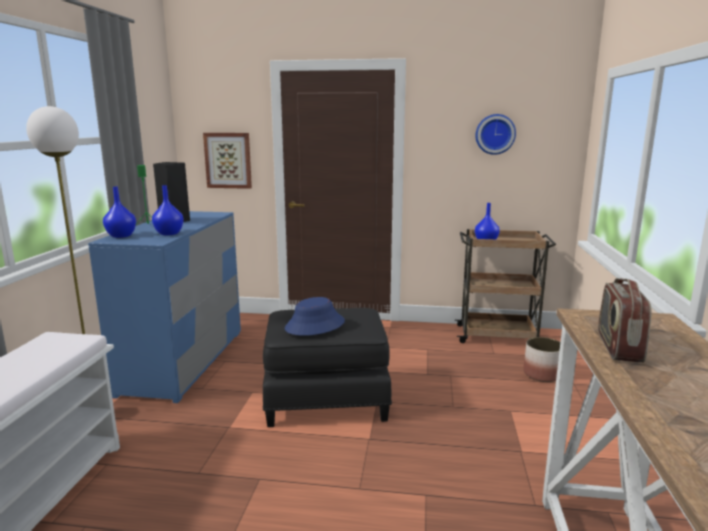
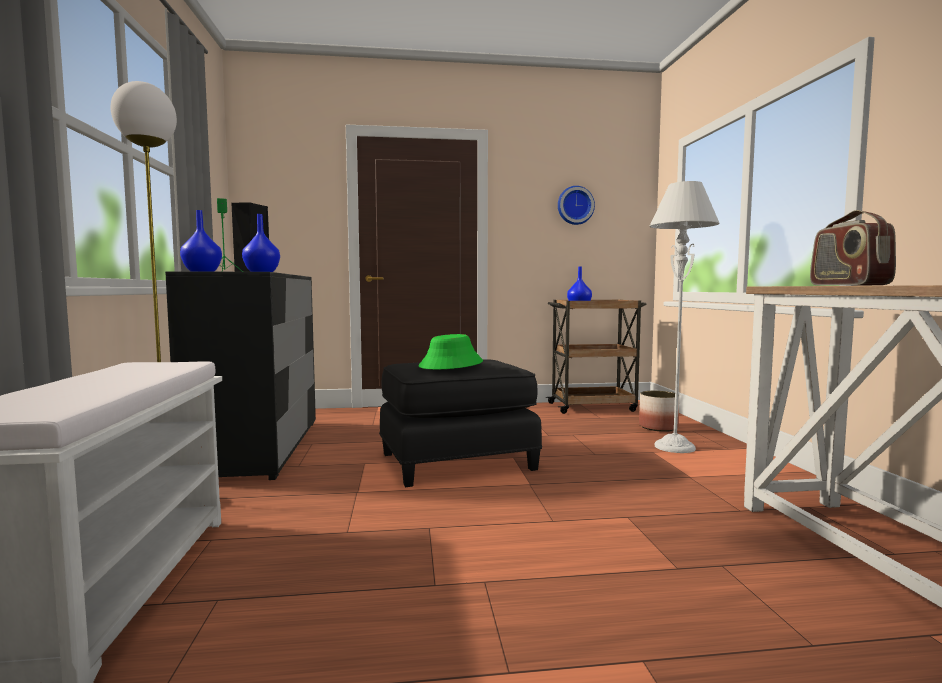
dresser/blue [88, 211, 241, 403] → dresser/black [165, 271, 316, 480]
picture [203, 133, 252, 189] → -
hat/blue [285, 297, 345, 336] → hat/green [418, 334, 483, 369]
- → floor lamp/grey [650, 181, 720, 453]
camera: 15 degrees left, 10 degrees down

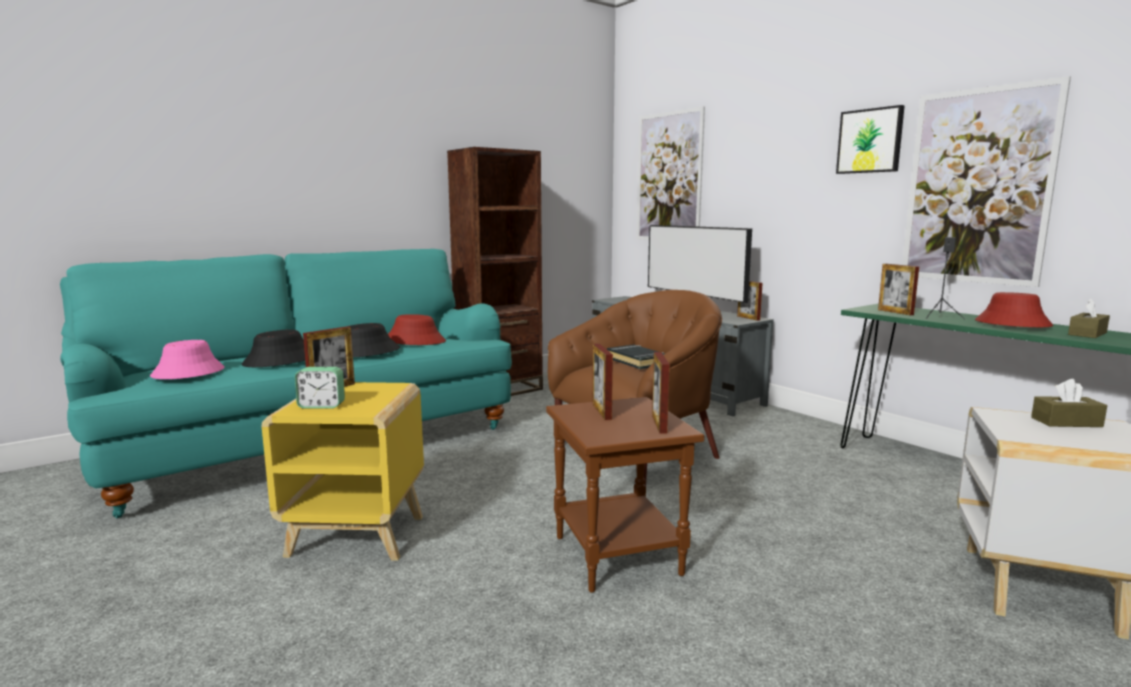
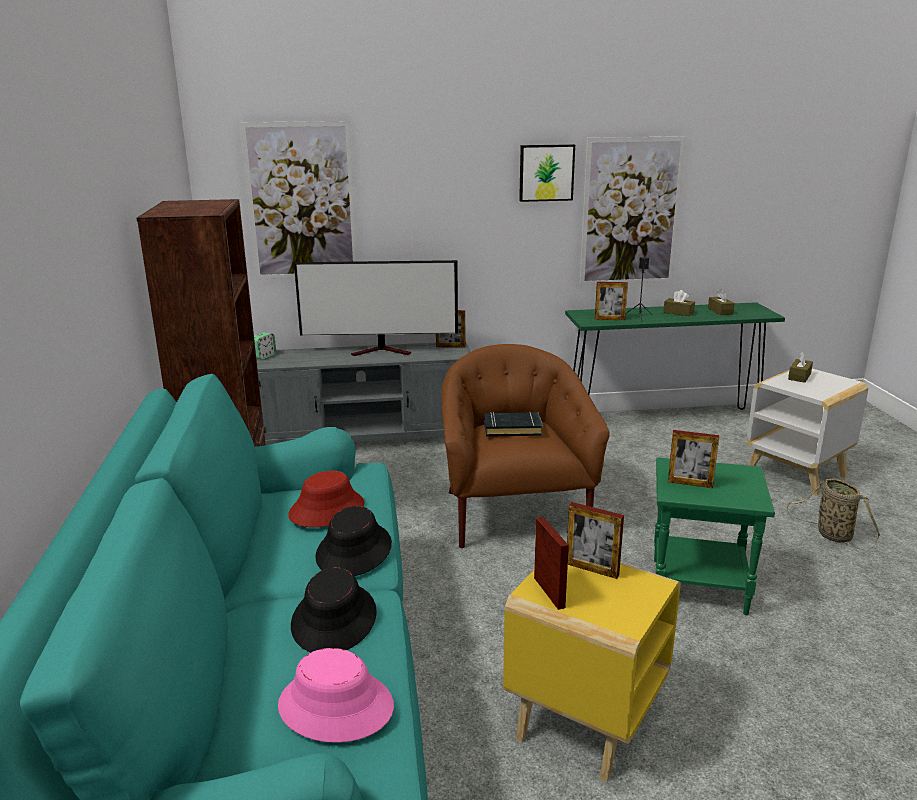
alarm clock [295, 367, 345, 409] → alarm clock [254, 332, 276, 360], move
side table/brown [546, 397, 704, 593] → side table/green [654, 457, 775, 615]
picture frame [652, 352, 670, 434] → picture frame [567, 502, 624, 579], move
hat/red [975, 292, 1053, 327] → tissue box/brown [663, 290, 695, 316]
- → basket [787, 478, 880, 551]
camera: 60 degrees left, 10 degrees up

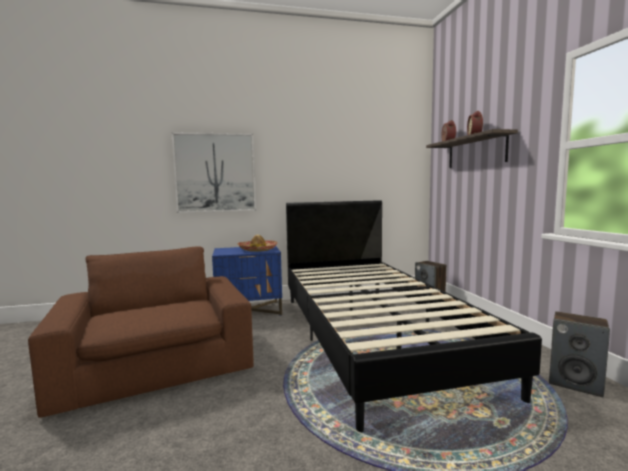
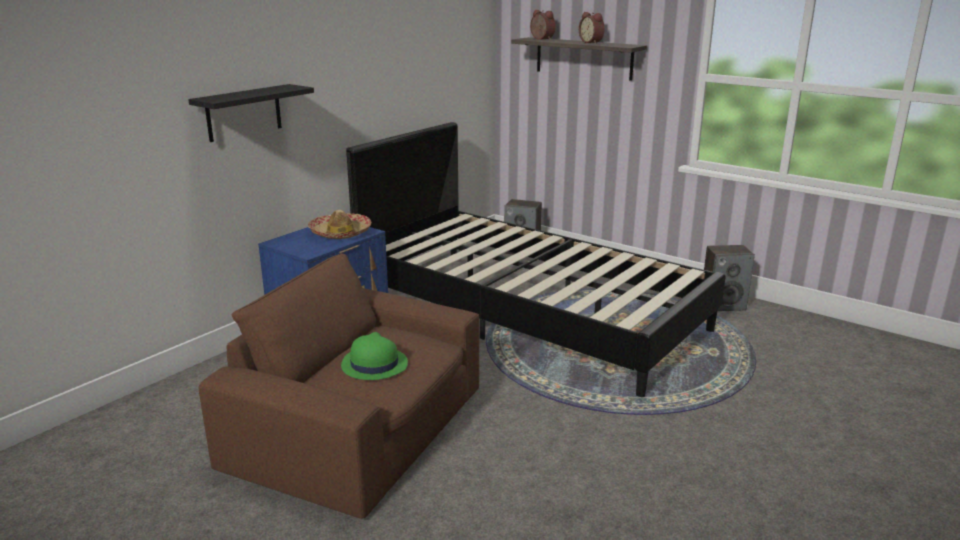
picture [171, 132, 256, 213] → shelf/black [188, 84, 314, 142]
- → hat/green [341, 332, 408, 380]
camera: 40 degrees left, 15 degrees up

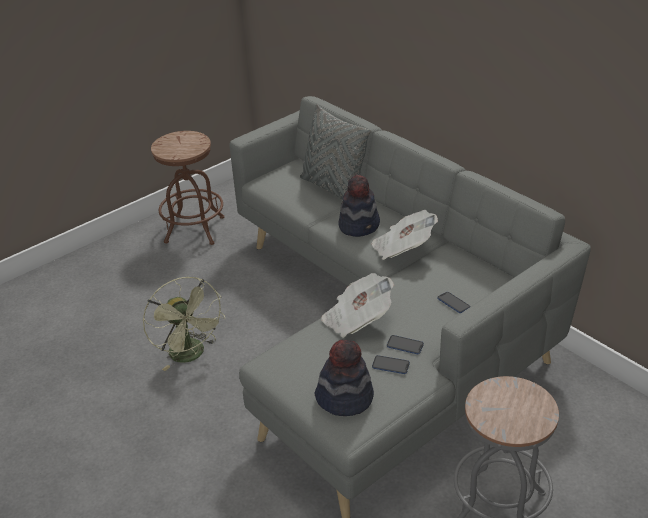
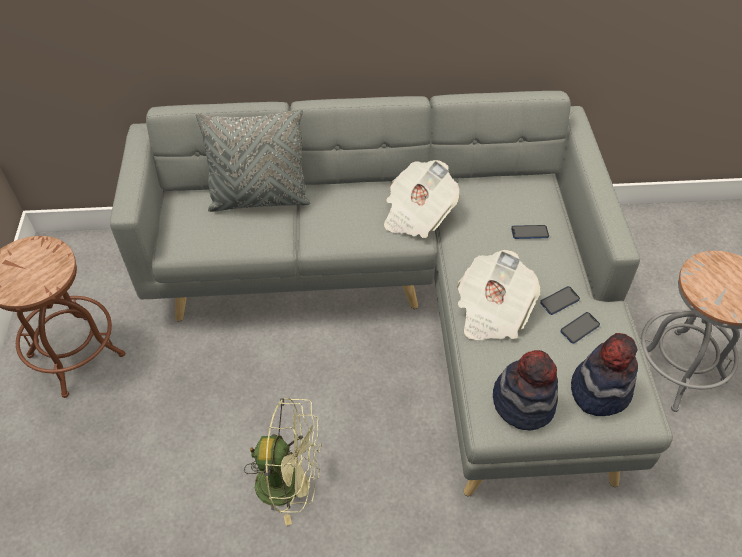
hat [338, 175, 380, 237] → hat [493, 350, 558, 431], move
camera: 55 degrees left, 15 degrees up

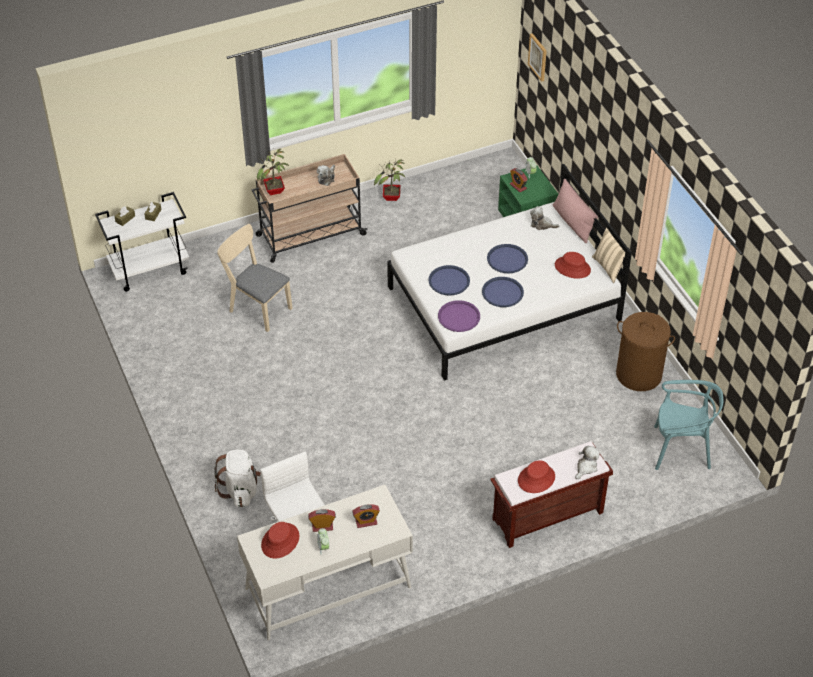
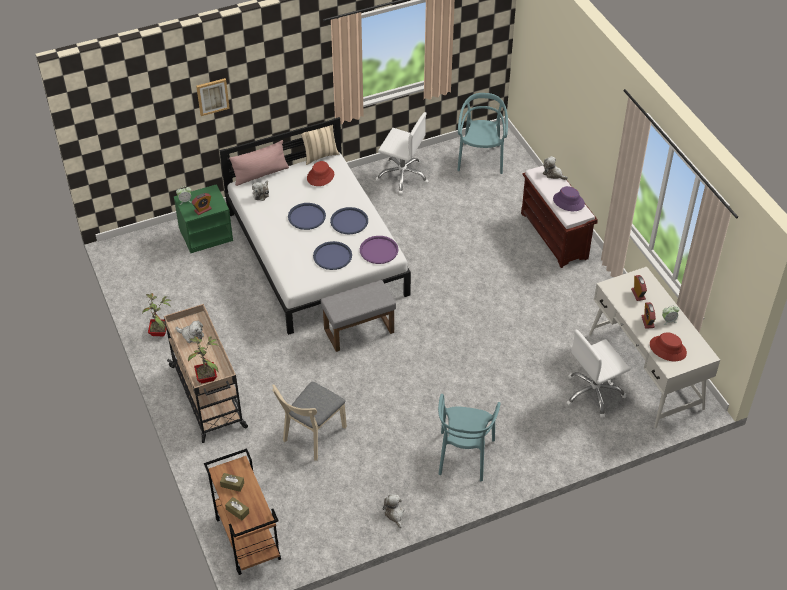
cart/white [95, 192, 189, 292] → cart/brown [204, 448, 281, 575]
backpack/white [214, 450, 261, 507] → -
hat/red [518, 460, 555, 493] → hat/purple [553, 186, 585, 211]
picture [528, 33, 547, 82] → picture [196, 78, 230, 116], move
laundry basket/brown [616, 312, 675, 391] → office chair/white [376, 112, 428, 194]
- → ottoman/grey [321, 280, 396, 352]
- → plush toy [383, 494, 404, 528]
- → chair/turquoise [438, 394, 501, 481]
camera: 90 degrees left, 0 degrees up

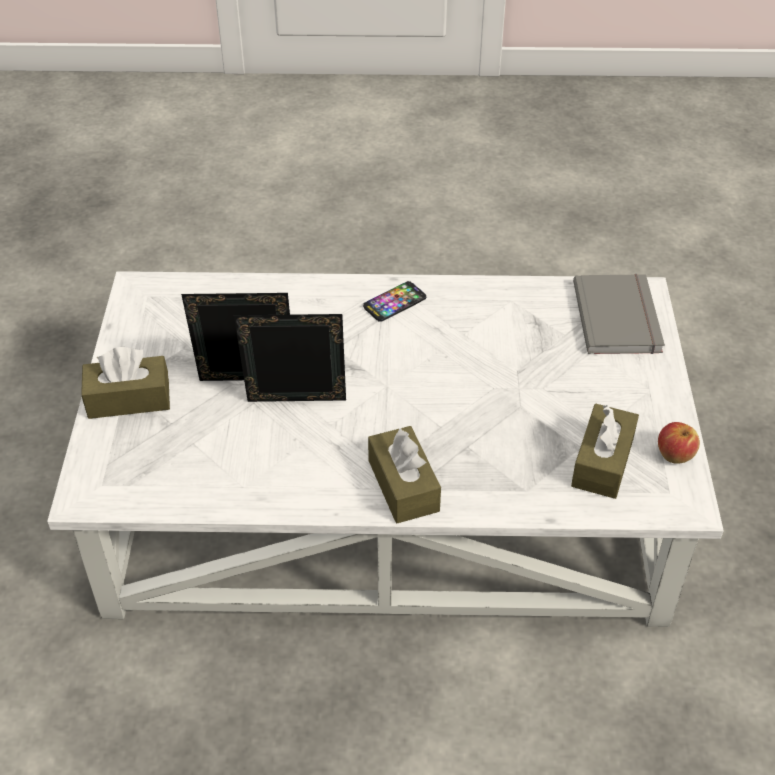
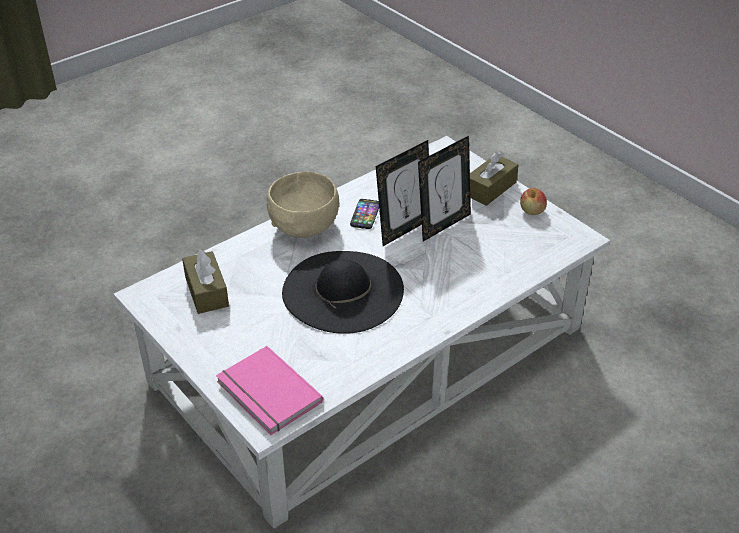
phone [363, 281, 426, 322] → phone [350, 199, 379, 229], move
tissue box/brown [368, 426, 441, 523] → bowl/beige [267, 171, 339, 238]
book/grey [573, 274, 665, 354] → book/pink [216, 346, 323, 435]
apple [658, 422, 700, 464] → apple [520, 188, 547, 215], move
- → hat/black [282, 251, 404, 334]
camera: 140 degrees right, 5 degrees down

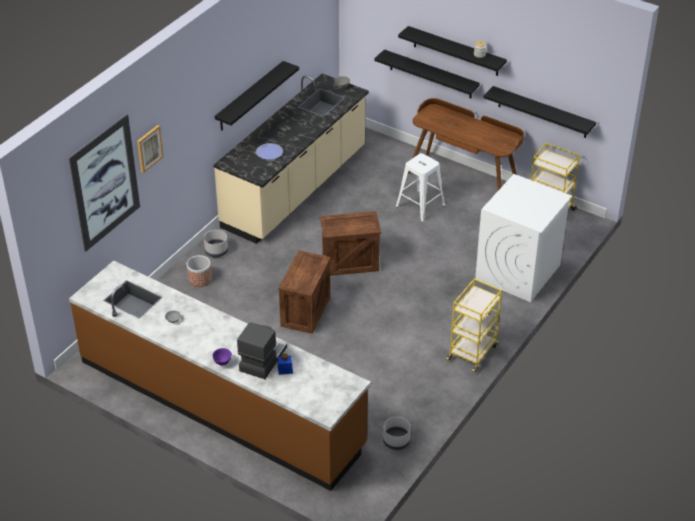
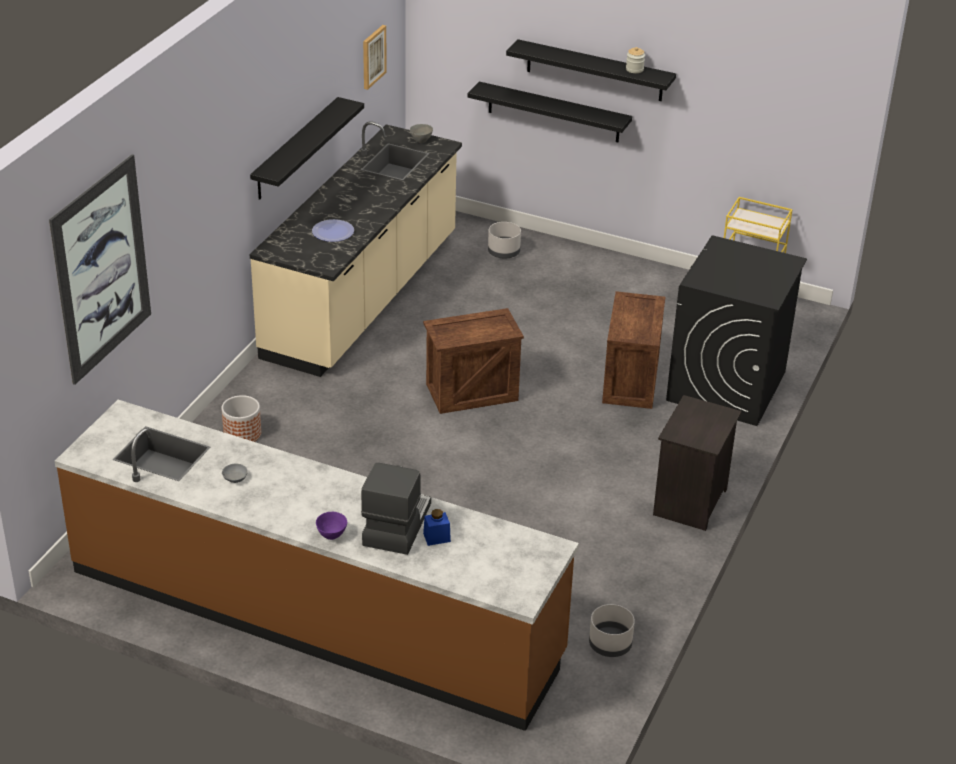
picture [137, 125, 163, 173] → picture [363, 25, 387, 90], move
planter/grey [204, 230, 228, 257] → planter/grey [488, 222, 521, 259], move
crate [278, 250, 331, 334] → crate [602, 291, 665, 409], move
stool/white [395, 153, 446, 222] → -
desk/brown [408, 98, 524, 190] → -
cart/yellow [446, 278, 502, 372] → nightstand/black [653, 395, 741, 531]
washing machine/white [475, 174, 572, 302] → washing machine/black [666, 235, 807, 426]
shelf/black [484, 86, 596, 138] → -
camera: 10 degrees left, 5 degrees down

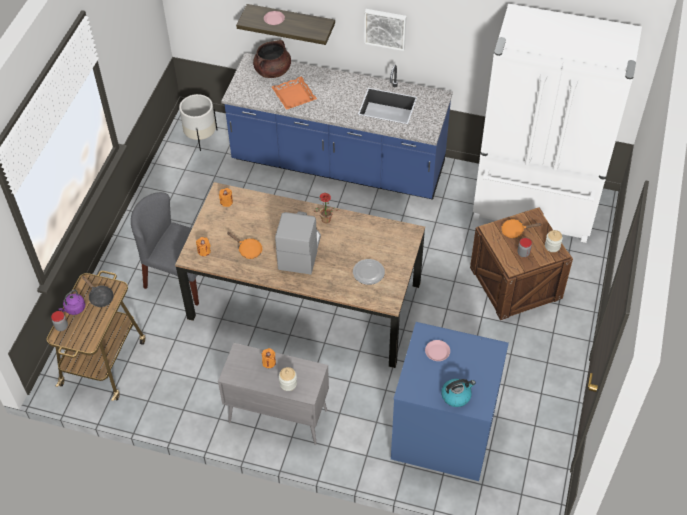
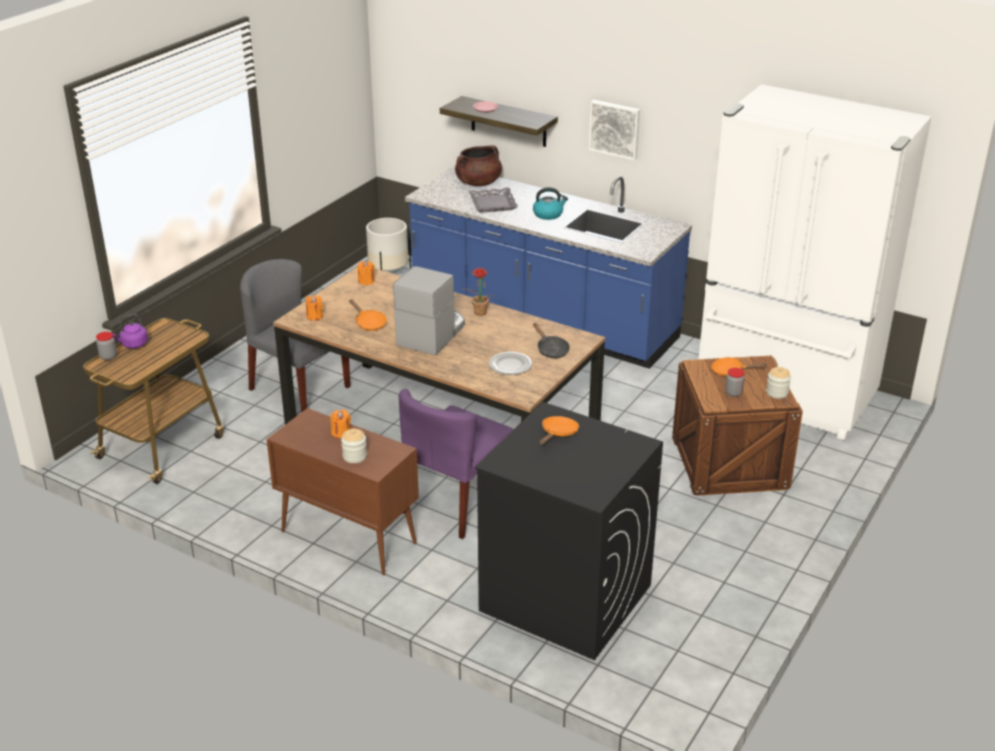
frying pan/black [82, 276, 114, 307] → frying pan/black [533, 323, 570, 358], move
cabinet/grey [218, 343, 329, 445] → cabinet/brown [266, 408, 419, 575]
tray/orange [272, 76, 317, 110] → tray/grey [469, 187, 518, 213]
washing machine/blue [391, 322, 509, 481] → washing machine/black [475, 402, 663, 660]
plate/pink [425, 340, 450, 361] → frying pan/orange [540, 416, 579, 445]
kettle [441, 379, 476, 407] → kettle [533, 187, 568, 220], move
- → chair/purple [399, 389, 514, 539]
camera: 15 degrees right, 20 degrees down

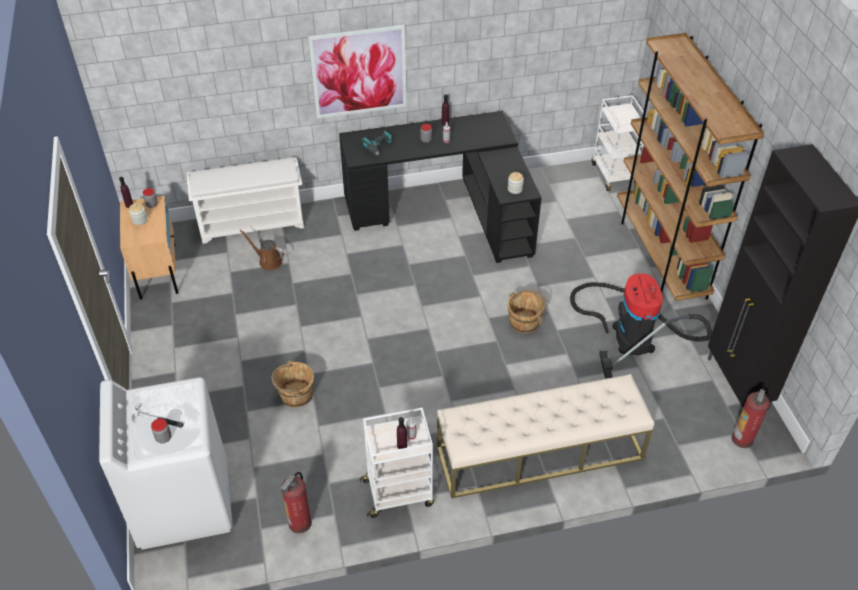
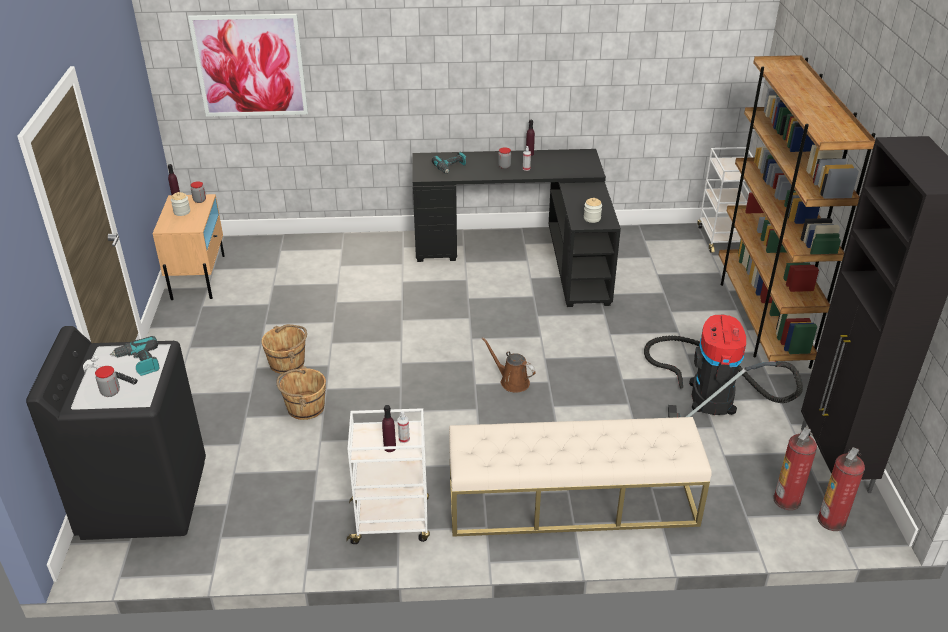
washing machine/white [99, 377, 233, 550] → washing machine/black [26, 326, 206, 540]
shoe rack/white [186, 157, 304, 244] → -
watering can/brown [240, 230, 284, 270] → watering can/brown [482, 337, 536, 392], move
fire extinguisher [280, 472, 312, 534] → fire extinguisher [773, 427, 817, 510], move
picture [308, 25, 407, 119] → picture [188, 14, 308, 117], move
bucket/brown [508, 290, 546, 333] → bucket/brown [261, 324, 307, 374], move
- → power drill [110, 336, 160, 376]
camera: 10 degrees right, 10 degrees down

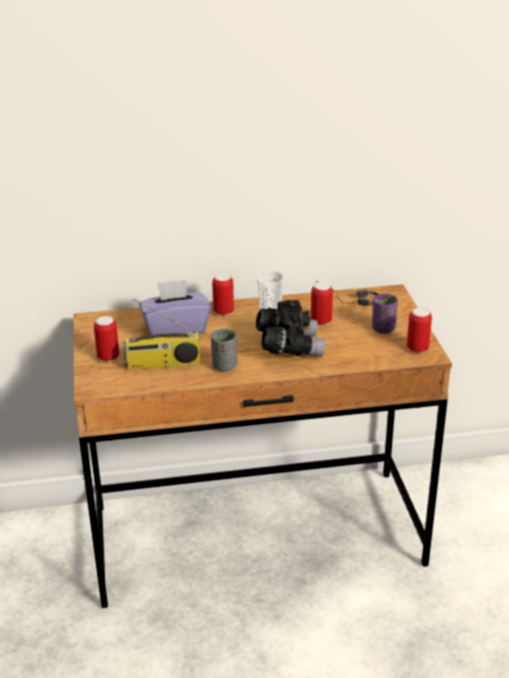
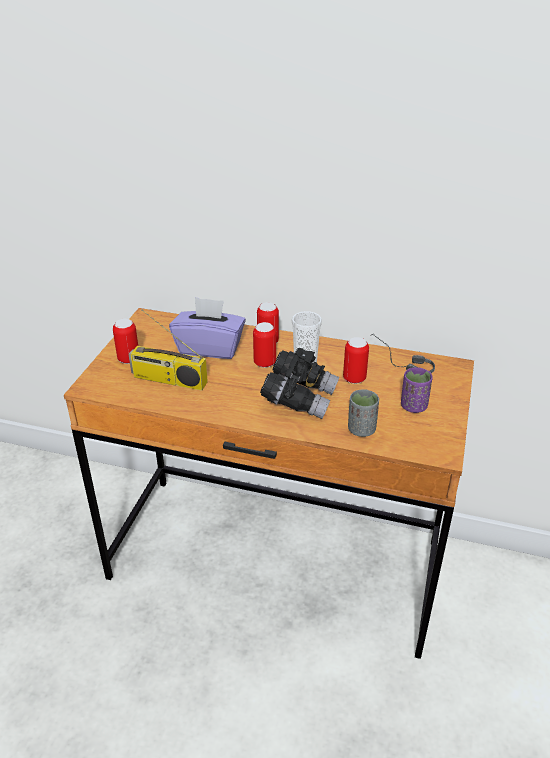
cup/grey [211, 329, 237, 371] → cup/grey [348, 389, 379, 437], move
can [407, 308, 432, 353] → can [253, 322, 276, 368], move
camera: 25 degrees right, 5 degrees up

